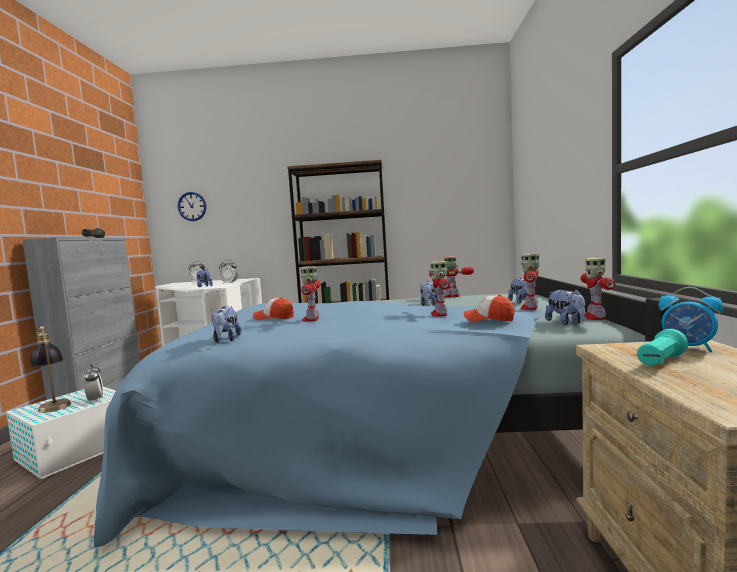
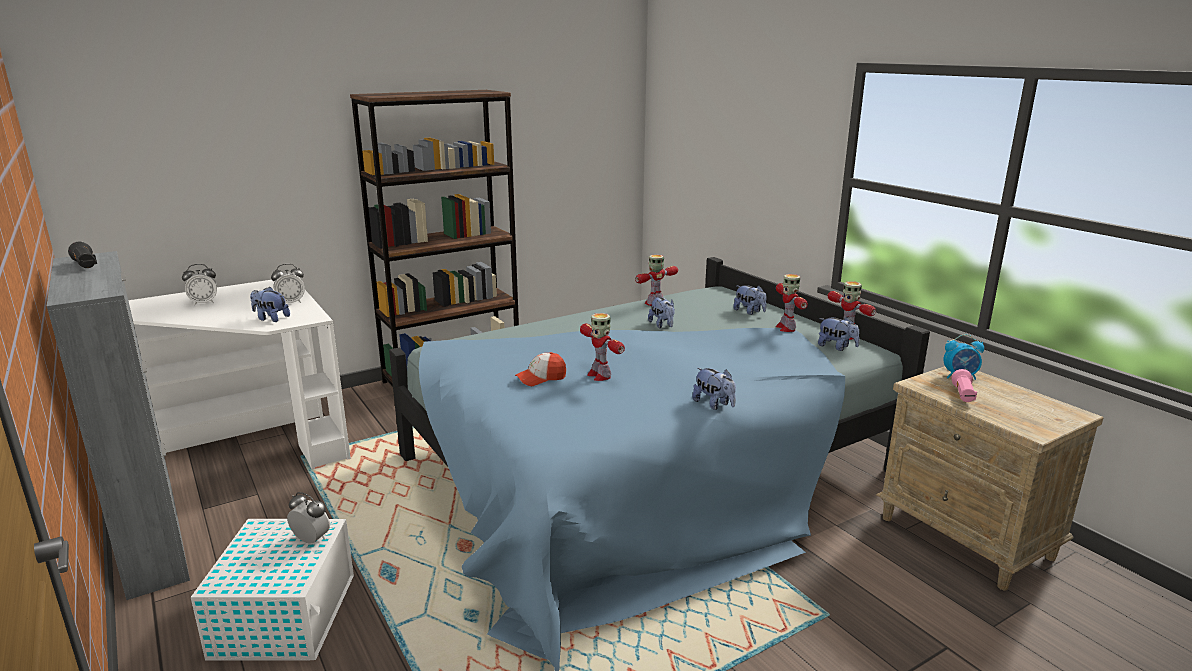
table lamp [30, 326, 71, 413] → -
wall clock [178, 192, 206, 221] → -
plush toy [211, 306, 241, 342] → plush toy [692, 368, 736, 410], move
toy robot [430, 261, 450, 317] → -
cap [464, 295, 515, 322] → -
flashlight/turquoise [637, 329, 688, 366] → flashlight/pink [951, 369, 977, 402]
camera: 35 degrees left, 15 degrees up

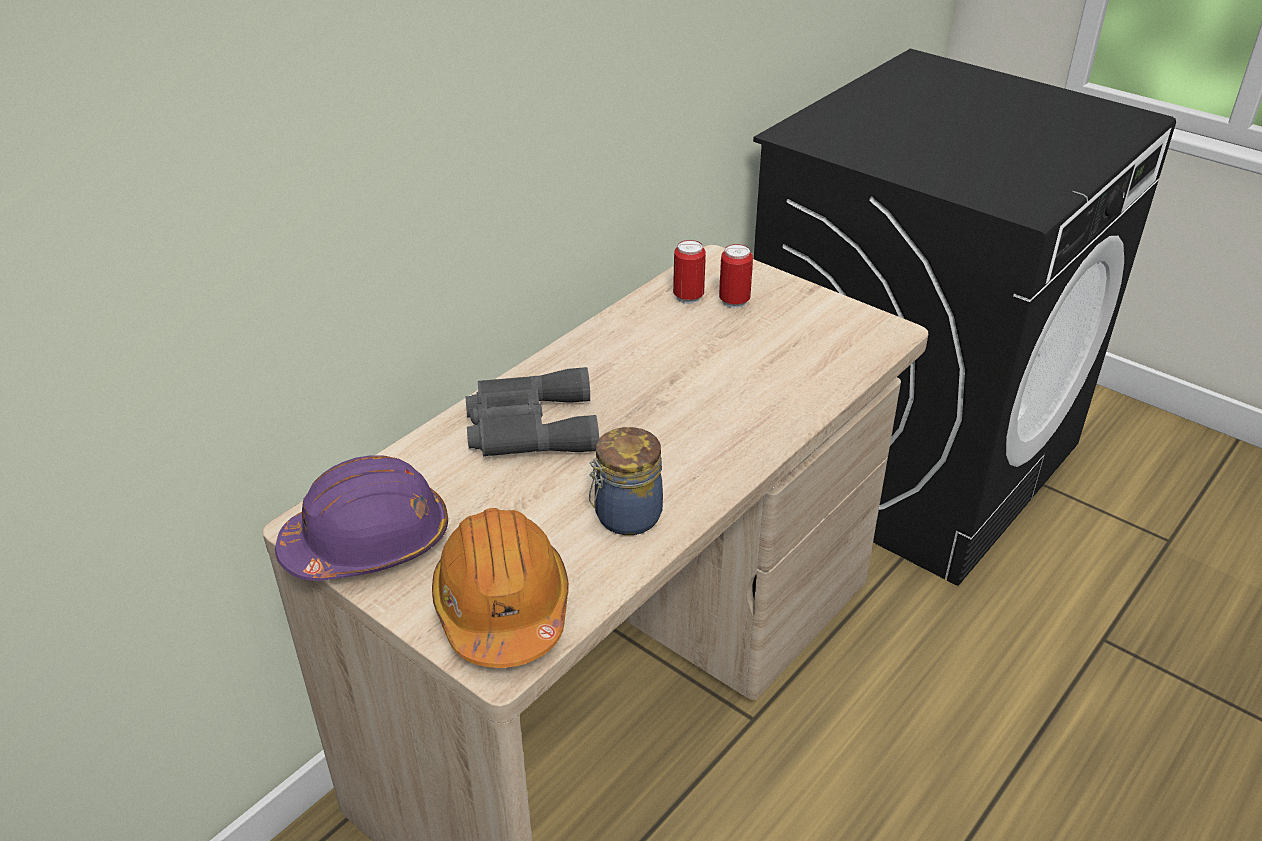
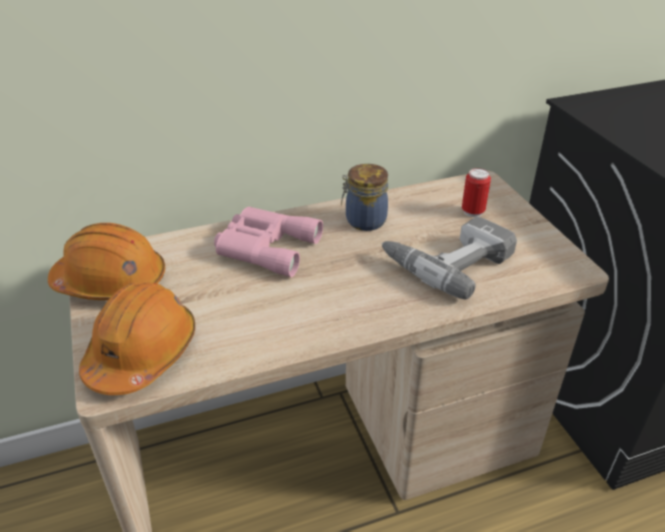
hard hat/purple [275, 455, 448, 581] → hard hat/orange [48, 223, 165, 300]
binoculars/grey [466, 367, 599, 456] → binoculars/pink [214, 207, 323, 277]
jar [589, 427, 663, 535] → jar [341, 164, 388, 231], move
can [673, 240, 706, 304] → -
- → power drill [382, 217, 517, 300]
camera: 30 degrees right, 0 degrees up

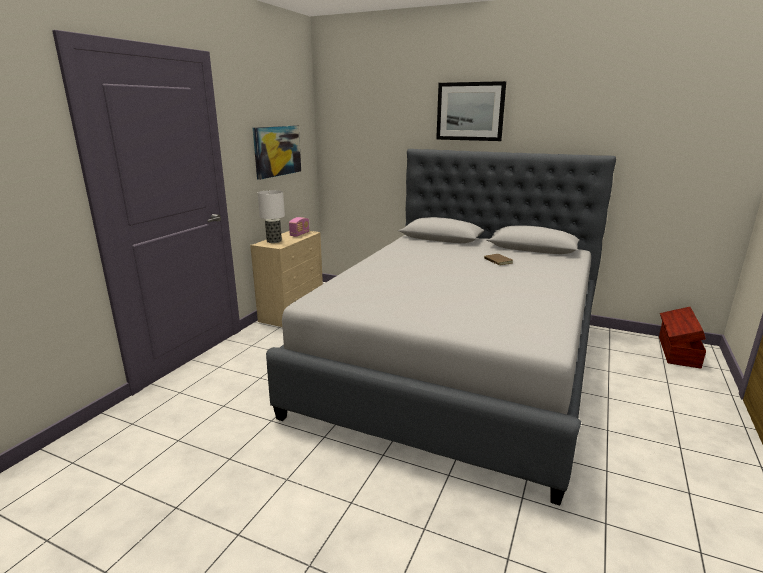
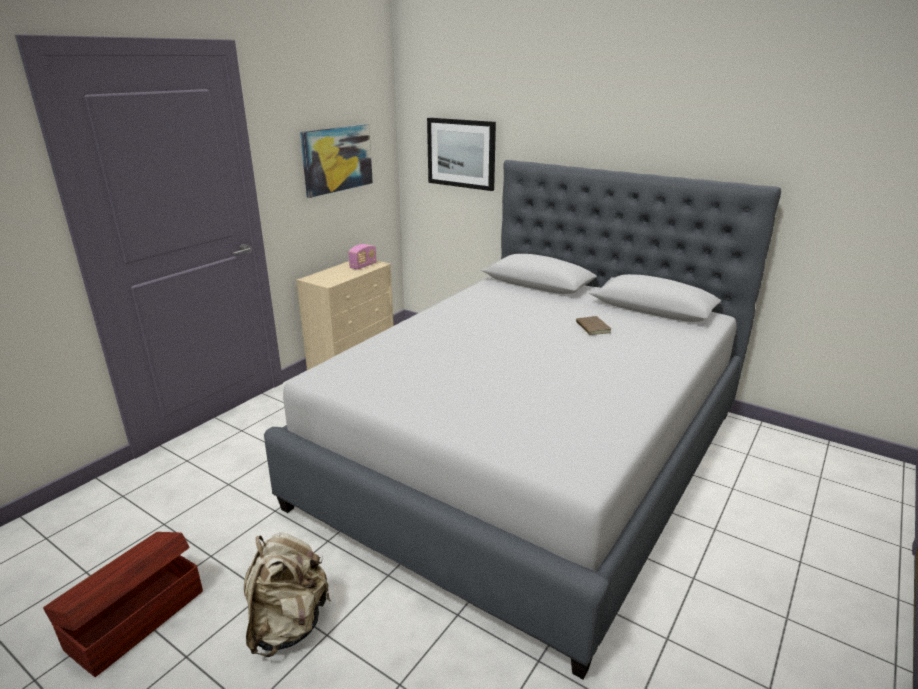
table lamp [258, 190, 285, 243] → -
picture [436, 81, 506, 141] → picture [427, 118, 496, 191], move
storage box/brown [659, 307, 706, 369] → storage box/brown [43, 532, 203, 677], move
- → backpack/beige [244, 533, 331, 657]
camera: 10 degrees right, 5 degrees up

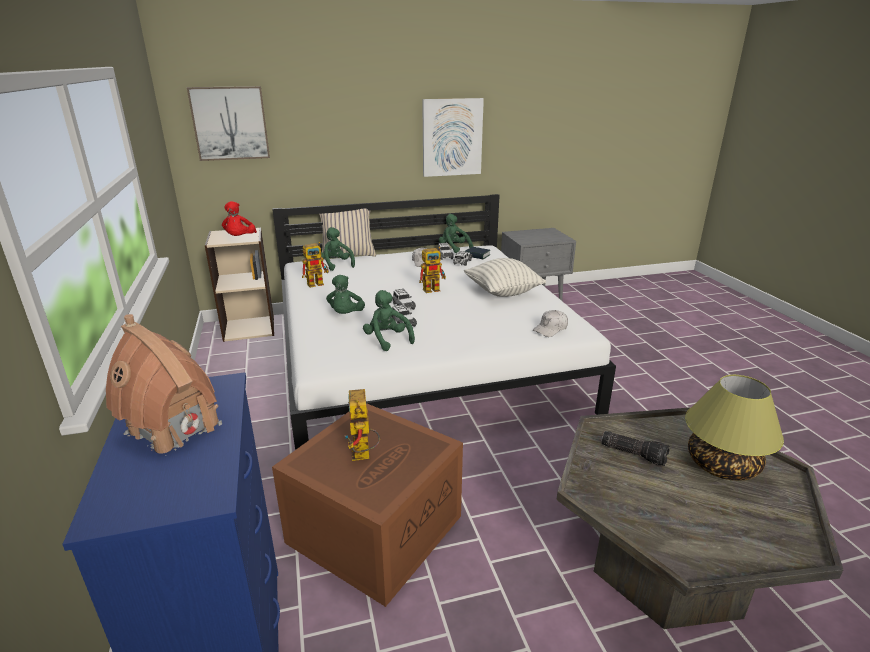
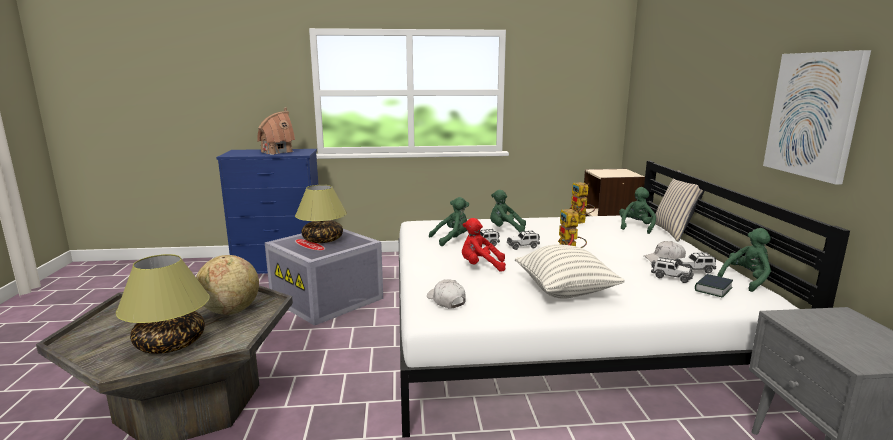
picture [187, 86, 270, 161] → -
plush toy/red [222, 201, 257, 236] → plush toy/red [462, 218, 506, 272], move
storage box/brown [272, 403, 463, 607] → storage box/grey [265, 229, 383, 326]
plush toy/green [321, 227, 355, 271] → plush toy/green [619, 187, 656, 234], 45 degrees counterclockwise
toy robot [344, 389, 380, 461] → table lamp [295, 185, 347, 243]
flashlight [602, 431, 670, 466] → globe [196, 255, 259, 315]
camera: 100 degrees right, 10 degrees down

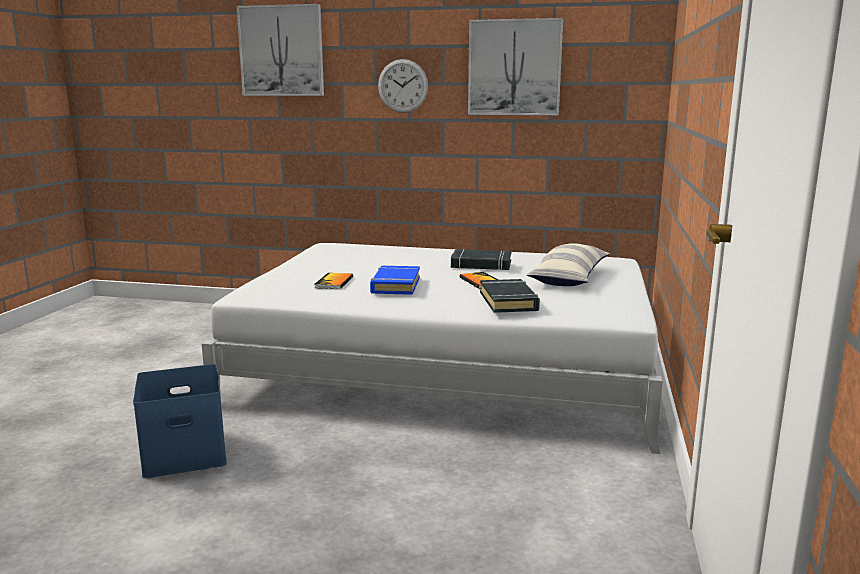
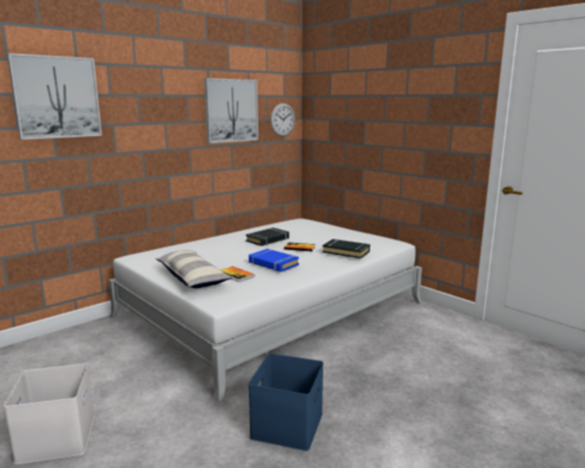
wall clock [378, 59, 428, 113] → wall clock [271, 103, 295, 136], move
pillow [527, 243, 610, 286] → pillow [155, 250, 233, 288], move
- → storage box/white [4, 364, 95, 465]
camera: 55 degrees left, 0 degrees up

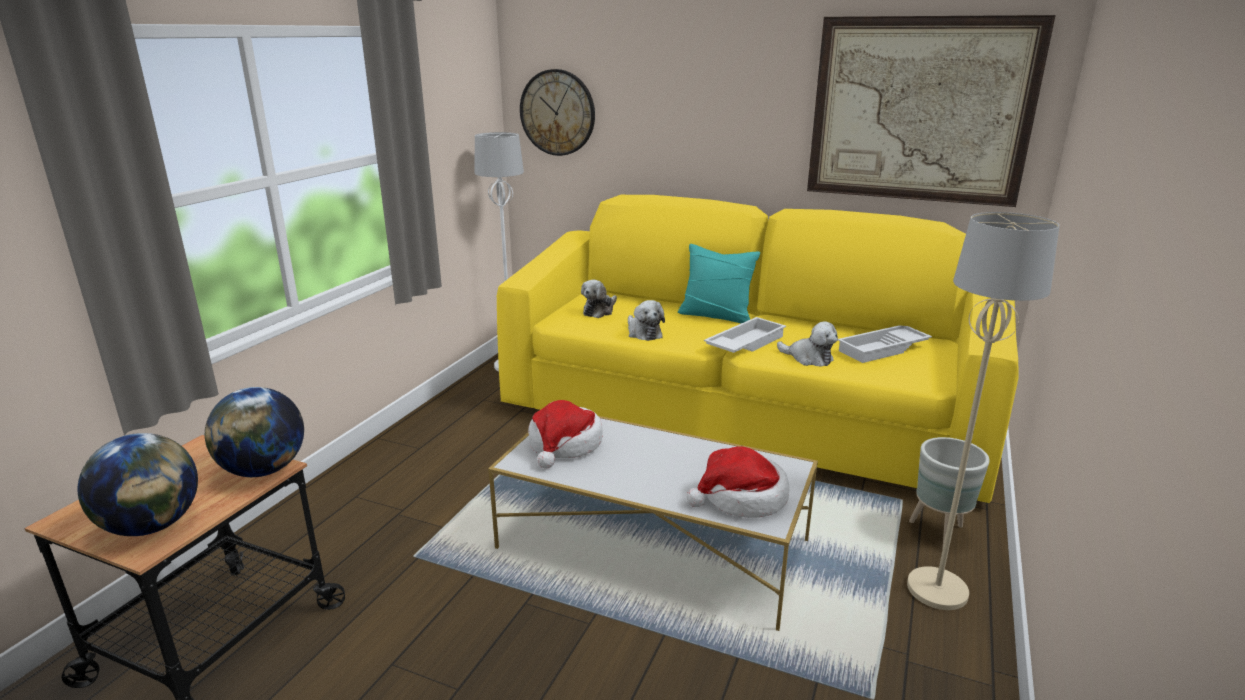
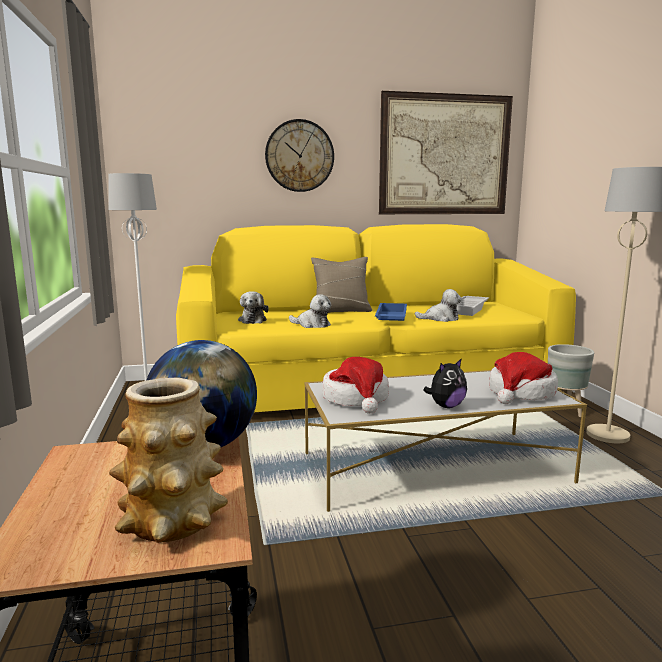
globe [78, 433, 198, 536] → vase [109, 378, 228, 543]
wall clock [520, 69, 595, 156] → wall clock [265, 119, 334, 192], move
pillow/turquoise [678, 244, 760, 323] → pillow/beige [311, 257, 372, 313]
tray/white [704, 317, 786, 353] → tray/blue [375, 303, 407, 321]
- → plush toy [423, 358, 467, 408]
camera: 35 degrees left, 10 degrees down

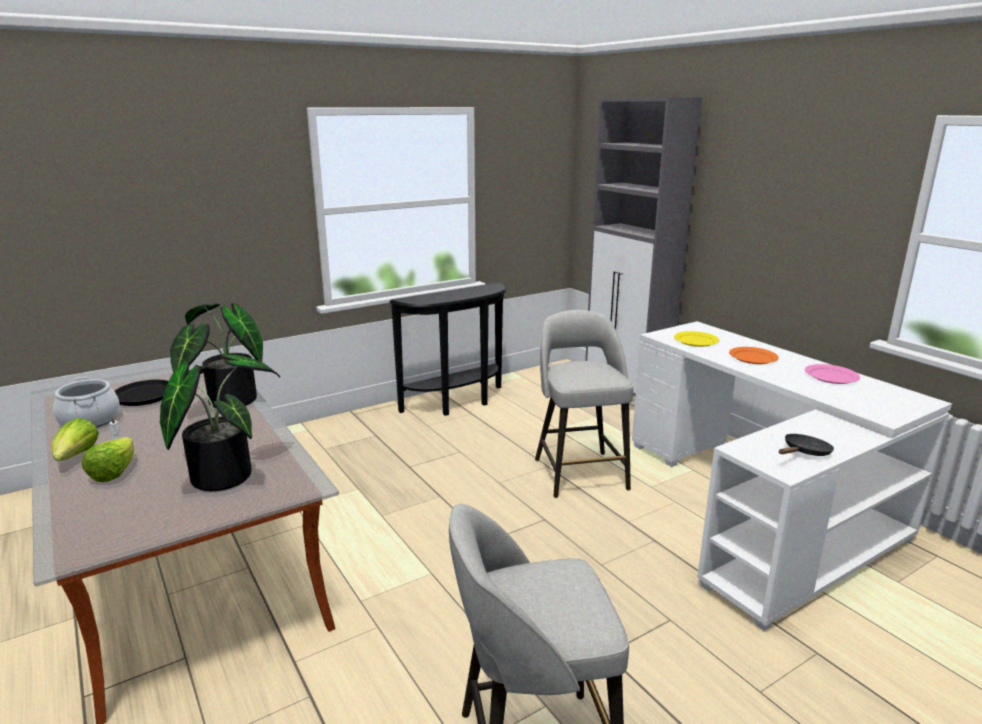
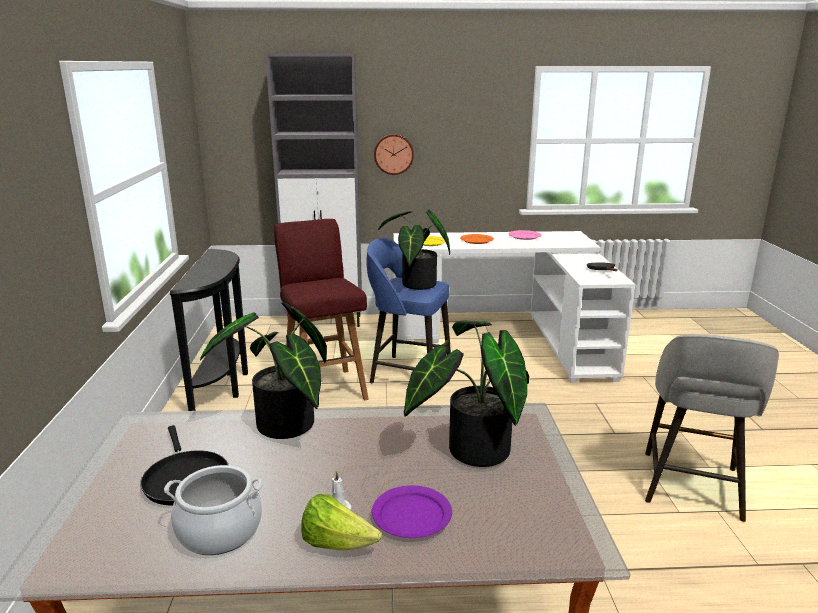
lettuce [82, 437, 134, 482] → plate/purple [372, 485, 452, 538]
stool/grey [535, 310, 633, 498] → stool/blue [366, 238, 451, 383]
- → stool/red [274, 219, 369, 400]
- → wall clock [374, 134, 414, 175]
- → potted plant [378, 210, 450, 290]
camera: 60 degrees left, 0 degrees up

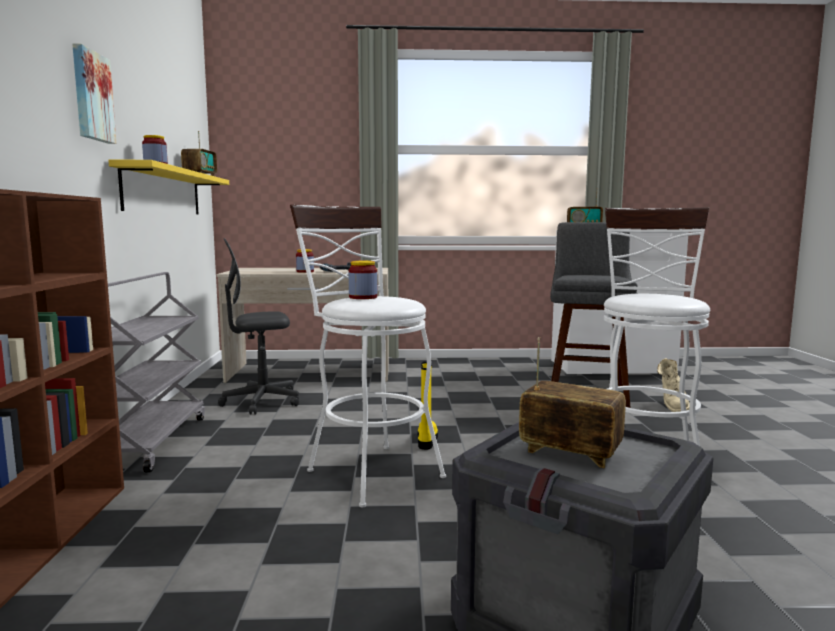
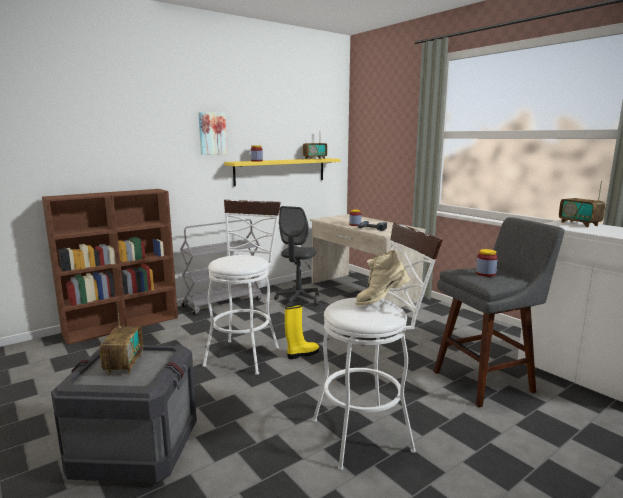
office chair/grey [218, 238, 299, 414] → office chair/grey [274, 206, 319, 306], 105 degrees counterclockwise
jar [349, 261, 377, 299] → jar [476, 249, 498, 277], move
boot/beige [657, 358, 690, 412] → boot/beige [355, 250, 410, 306], move
camera: 55 degrees right, 5 degrees up

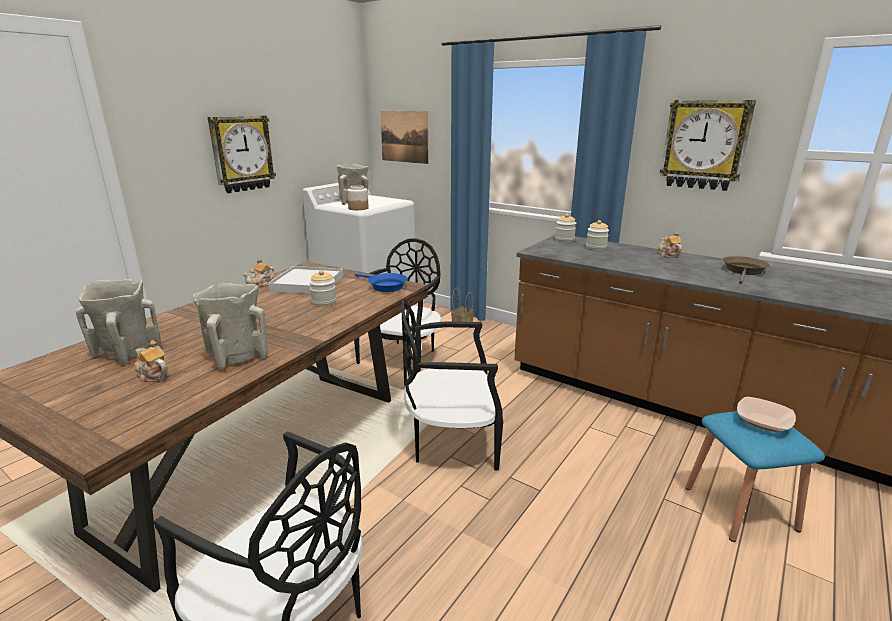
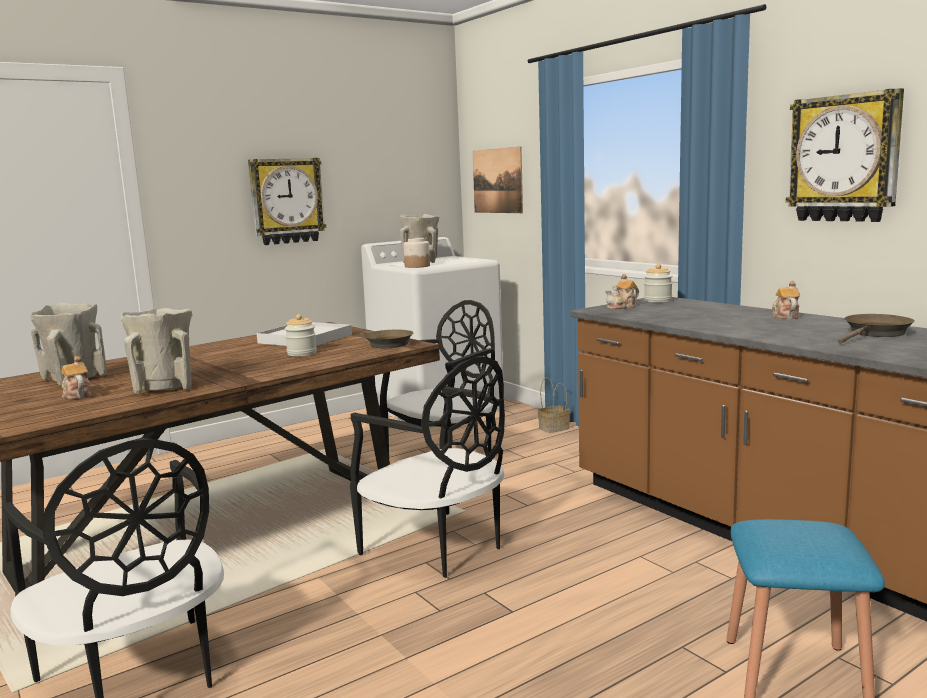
teapot [242, 258, 275, 288] → teapot [605, 274, 639, 309], move
frying pan/blue [355, 273, 408, 292] → frying pan/brown [364, 330, 413, 348]
chair/black [401, 299, 503, 471] → chair/black [350, 356, 505, 578], 150 degrees counterclockwise
jar [586, 220, 609, 250] → -
bowl [737, 397, 796, 432] → -
camera: 20 degrees right, 10 degrees down

